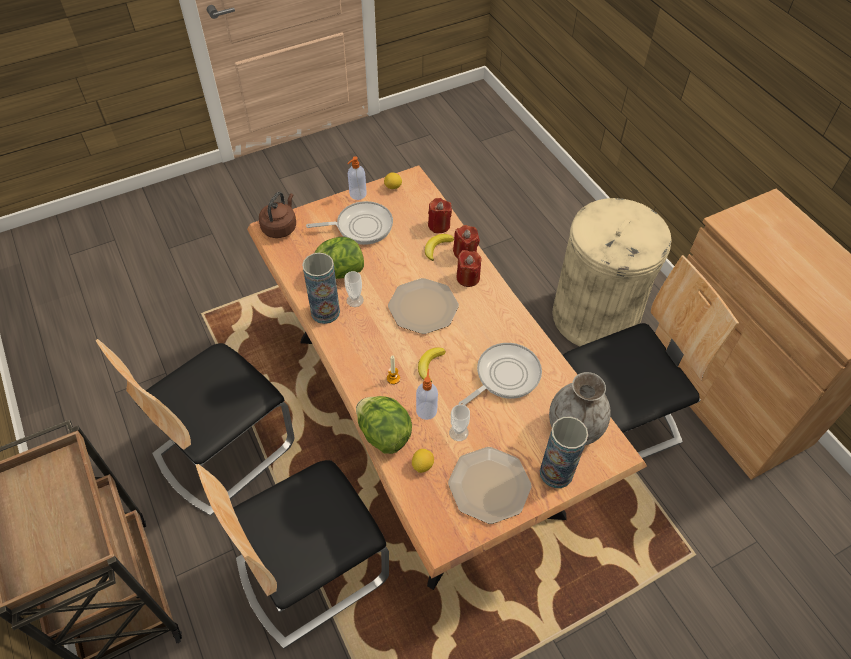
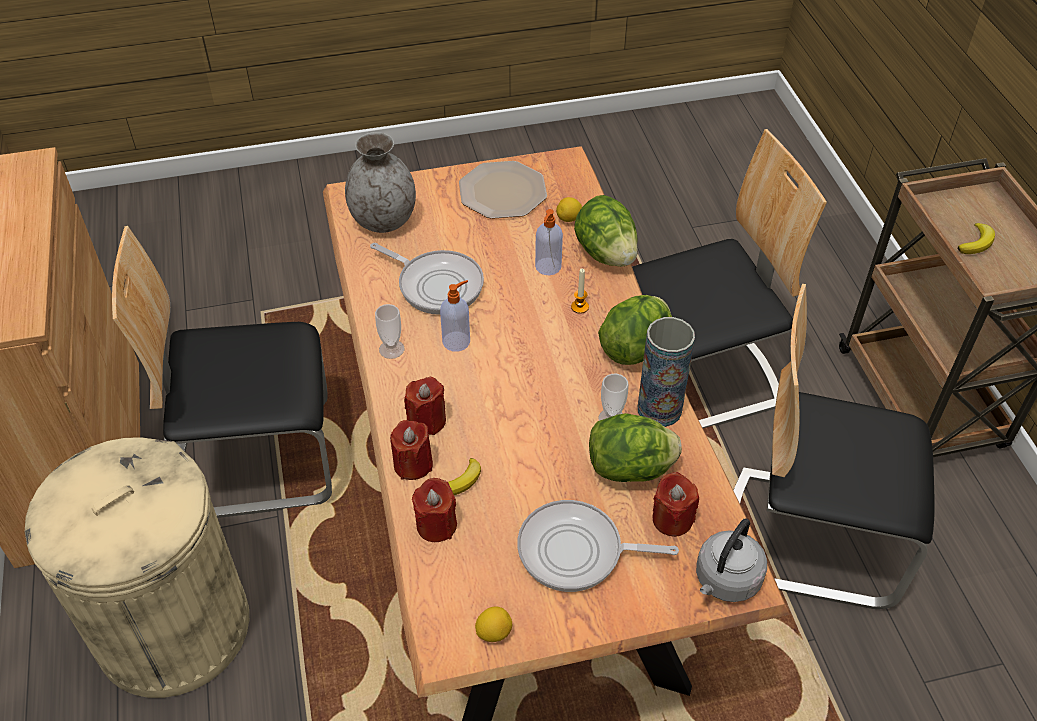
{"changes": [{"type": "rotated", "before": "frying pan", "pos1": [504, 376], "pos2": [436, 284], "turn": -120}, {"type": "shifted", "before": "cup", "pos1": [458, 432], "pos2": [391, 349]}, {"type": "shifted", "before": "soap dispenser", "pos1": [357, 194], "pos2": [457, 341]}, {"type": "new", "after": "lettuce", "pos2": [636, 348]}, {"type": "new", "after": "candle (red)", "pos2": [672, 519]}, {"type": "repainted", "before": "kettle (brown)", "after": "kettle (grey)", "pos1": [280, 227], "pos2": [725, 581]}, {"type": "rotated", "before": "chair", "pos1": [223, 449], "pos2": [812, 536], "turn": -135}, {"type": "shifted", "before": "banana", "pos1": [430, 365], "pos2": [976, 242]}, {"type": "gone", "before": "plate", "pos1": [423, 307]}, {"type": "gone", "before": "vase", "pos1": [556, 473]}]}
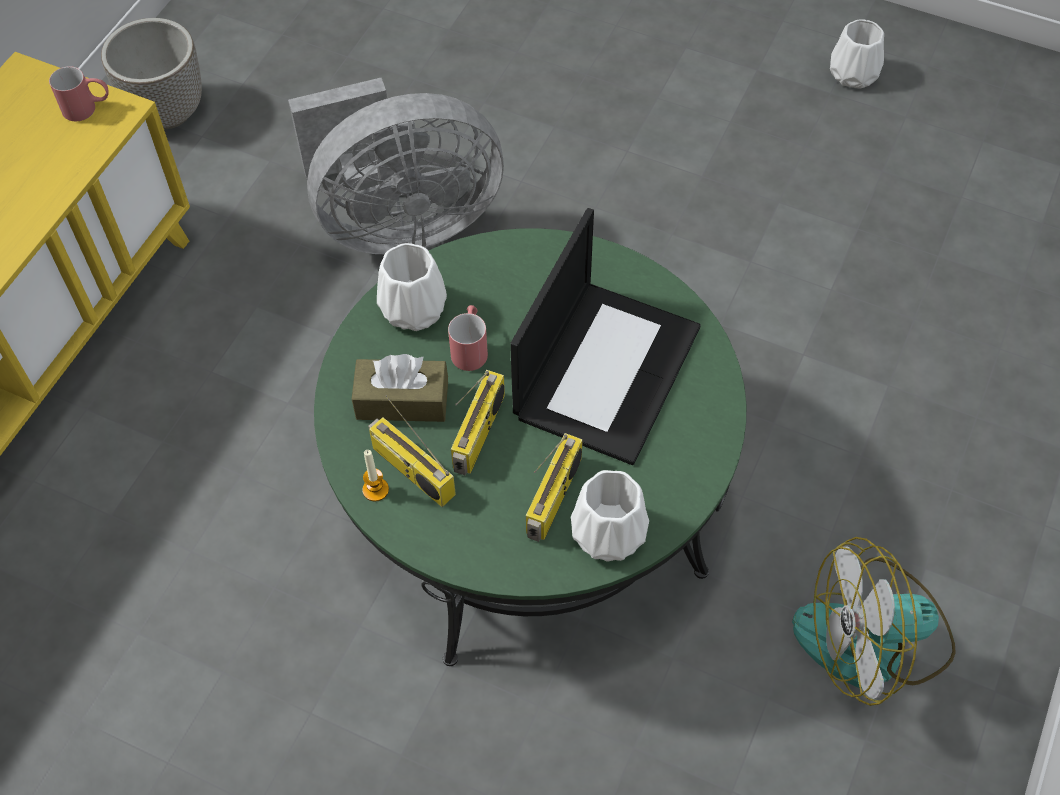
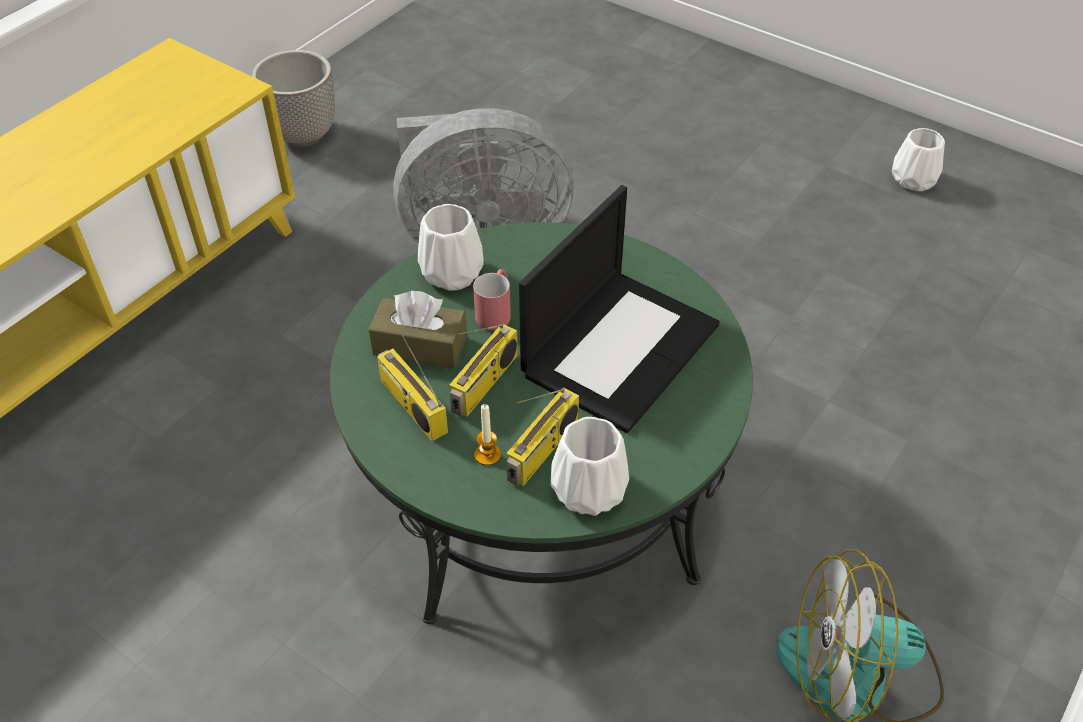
{"changes": [{"type": "shifted", "before": "candle", "pos1": [375, 490], "pos2": [487, 455]}, {"type": "gone", "before": "mug (red)", "pos1": [88, 108]}]}
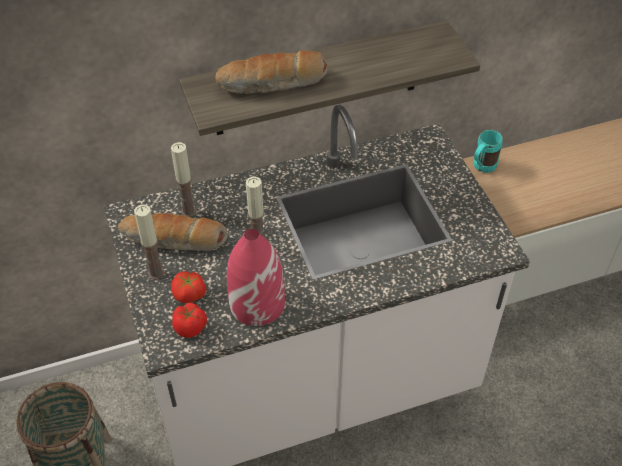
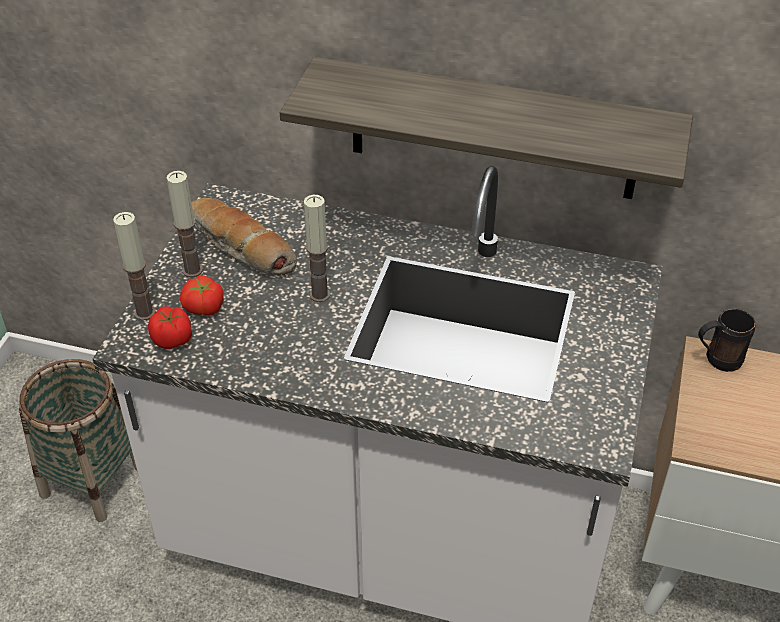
{"changes": [{"type": "shifted", "before": "candle", "pos1": [188, 211], "pos2": [144, 312]}, {"type": "repainted", "before": "mug (turquoise)", "after": "mug (black)", "pos1": [481, 168], "pos2": [716, 360]}, {"type": "gone", "before": "bread", "pos1": [272, 84]}, {"type": "gone", "before": "vase (red)", "pos1": [257, 303]}]}
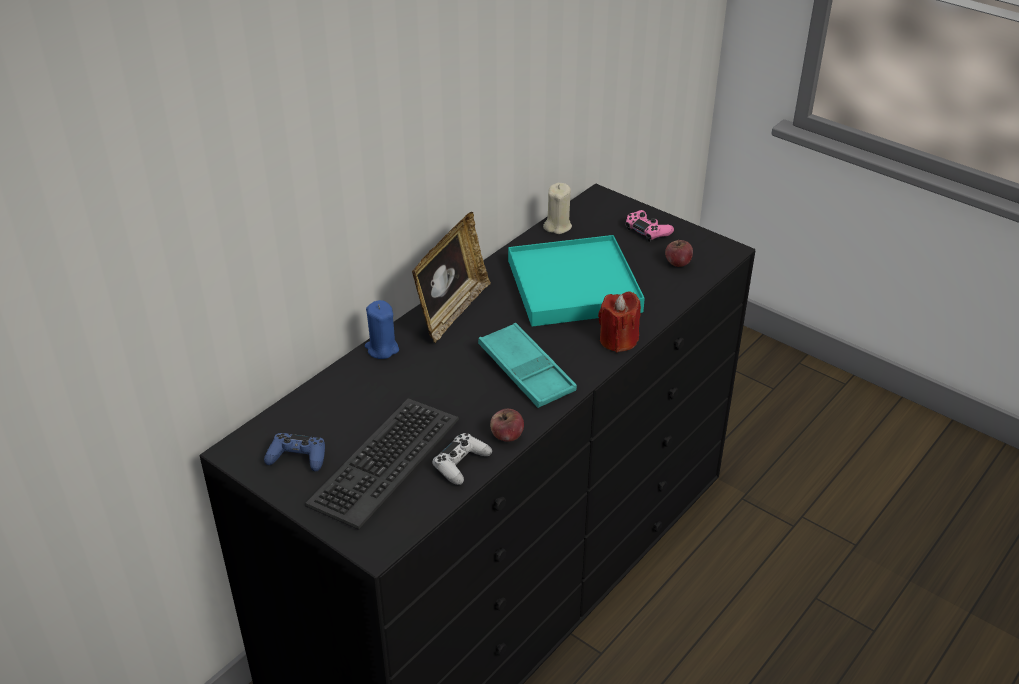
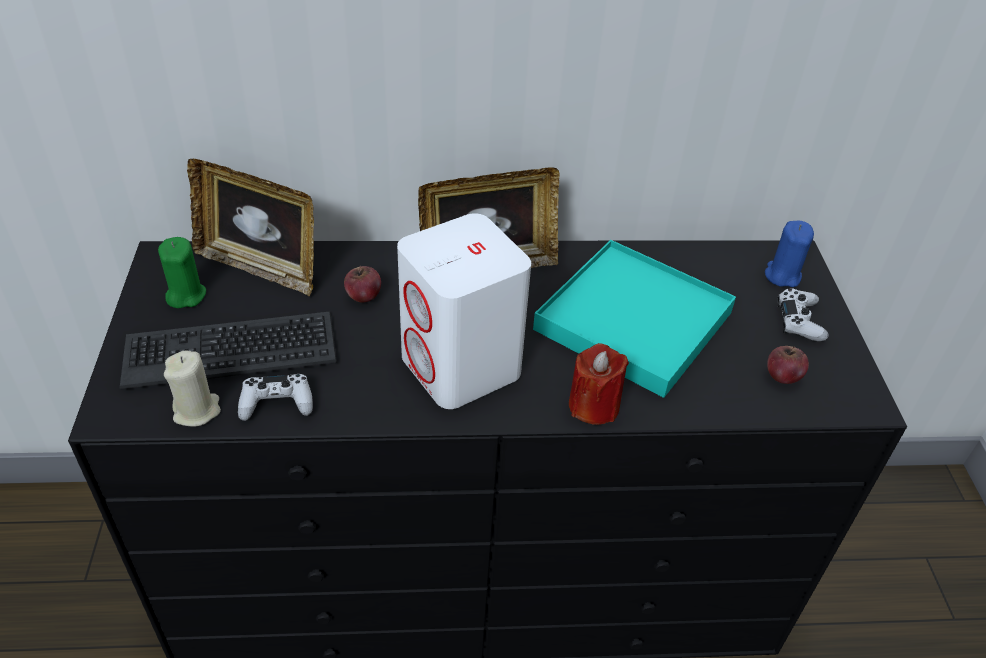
{"changes": [{"type": "swapped", "before": "game controller (blue)", "after": "candle (green)", "pos1": [297, 457], "pos2": [186, 295]}, {"type": "shifted", "before": "candle (beige)", "pos1": [557, 226], "pos2": [197, 410]}, {"type": "new", "after": "picture frame", "pos2": [260, 267]}, {"type": "shifted", "before": "apple", "pos1": [506, 436], "pos2": [363, 296]}, {"type": "swapped", "before": "tray (turquoise)", "after": "speaker (white)", "pos1": [526, 371], "pos2": [461, 367]}, {"type": "shifted", "before": "candle (blue)", "pos1": [382, 349], "pos2": [782, 275]}, {"type": "repainted", "before": "game controller (pink)", "after": "game controller (white)", "pos1": [647, 230], "pos2": [799, 321]}]}
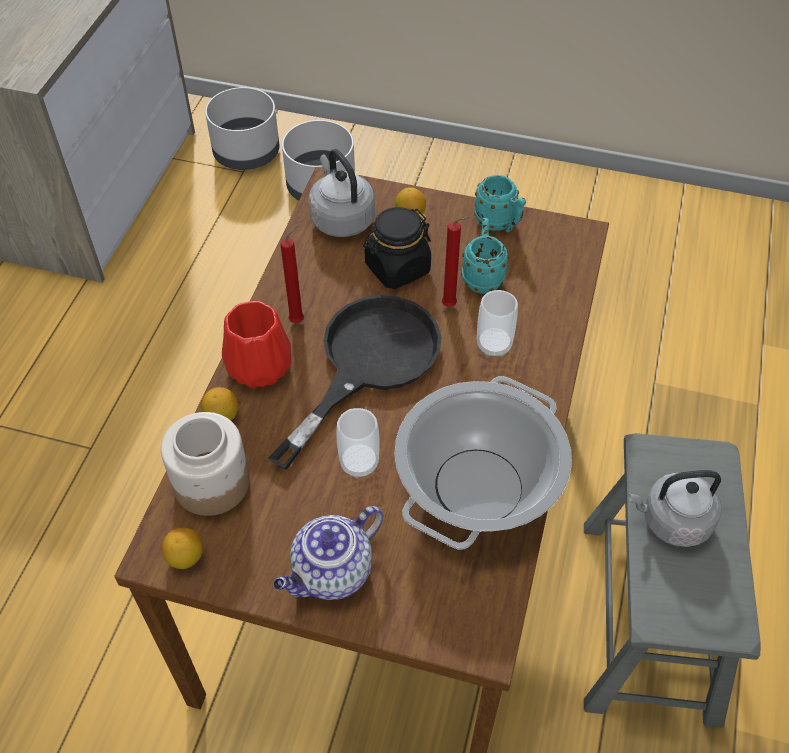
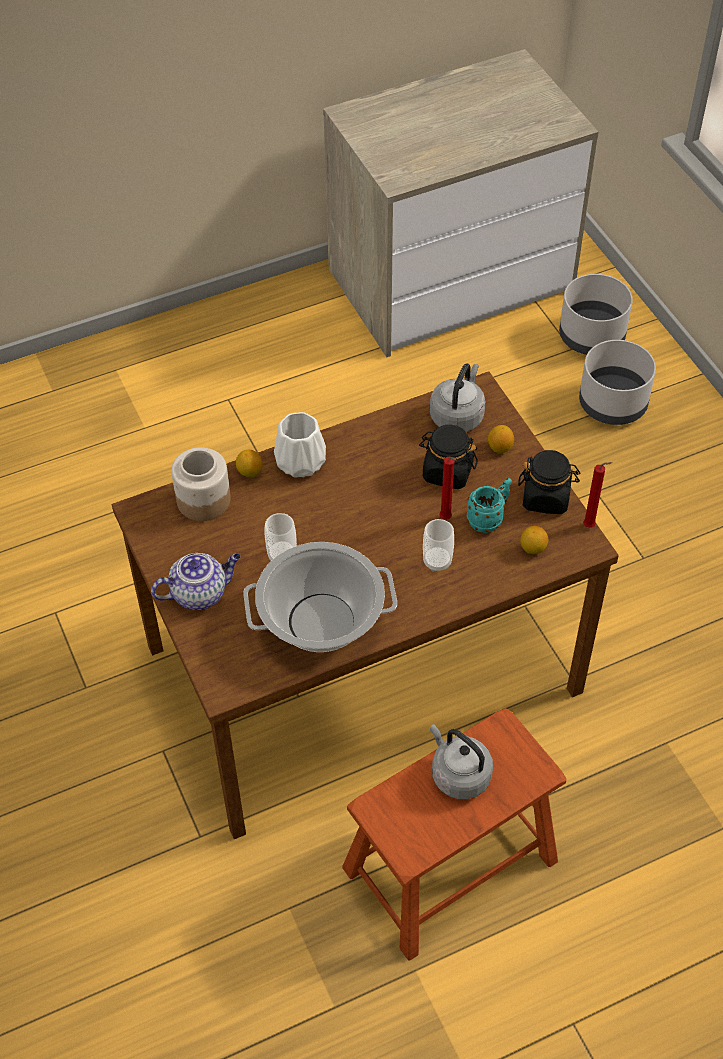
{"changes": [{"type": "rotated", "before": "teapot", "pos1": [332, 573], "pos2": [200, 593], "turn": 150}, {"type": "repainted", "before": "vase (red)", "after": "vase (white)", "pos1": [257, 367], "pos2": [299, 461]}, {"type": "repainted", "before": "stool (grey)", "after": "stool (brown)", "pos1": [649, 618], "pos2": [450, 864]}, {"type": "swapped", "before": "mug (turquoise)", "after": "jar (black)", "pos1": [499, 224], "pos2": [546, 497]}, {"type": "shifted", "before": "lemon", "pos1": [186, 558], "pos2": [533, 548]}, {"type": "shifted", "before": "candle (red)", "pos1": [299, 320], "pos2": [591, 526]}, {"type": "gone", "before": "frying pan (black)", "pos1": [368, 363]}]}
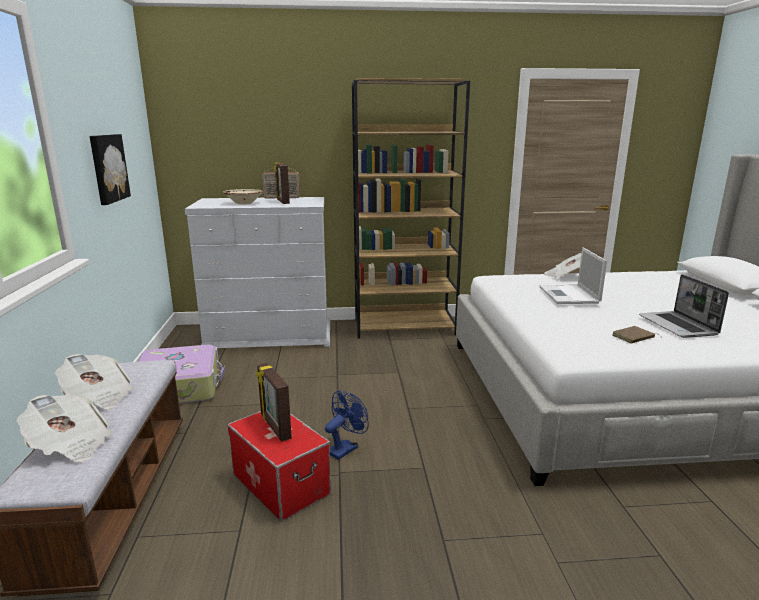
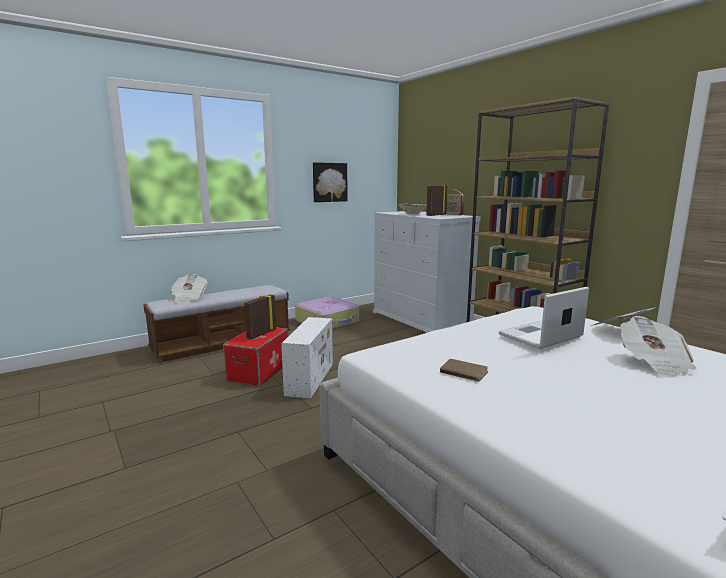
{"changes": [{"type": "swapped", "before": "fan (blue)", "after": "storage box (white)", "pos1": [345, 448], "pos2": [310, 378]}, {"type": "shifted", "before": "newspaper", "pos1": [98, 396], "pos2": [653, 363]}, {"type": "gone", "before": "laptop", "pos1": [678, 326]}]}
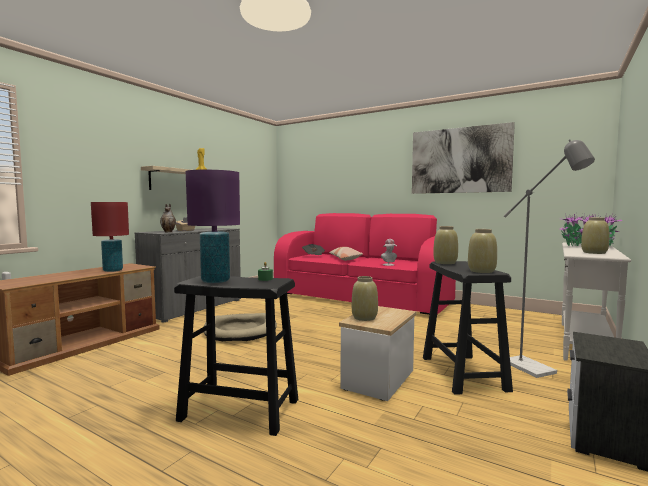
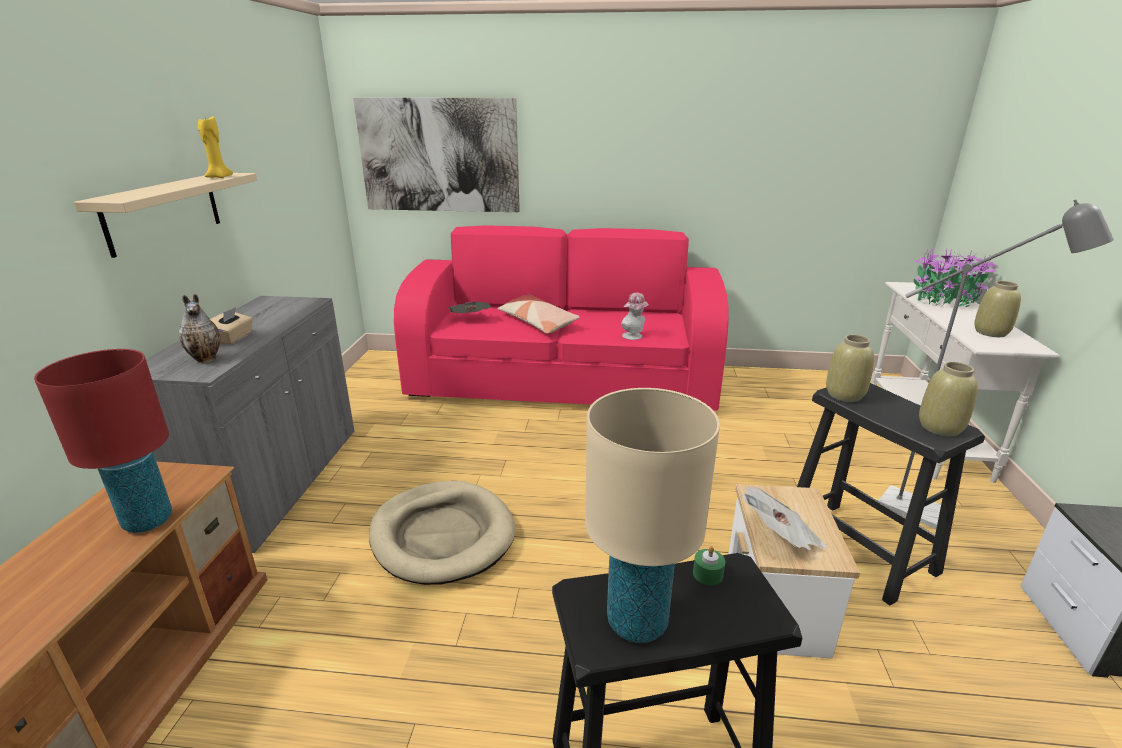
{"changes": [{"type": "shifted", "before": "picture", "pos1": [459, 160], "pos2": [439, 156]}, {"type": "repainted", "before": "table lamp (purple)", "after": "table lamp (beige)", "pos1": [215, 281], "pos2": [636, 622]}, {"type": "swapped", "before": "vase (beige)", "after": "newspaper", "pos1": [365, 318], "pos2": [780, 537]}]}
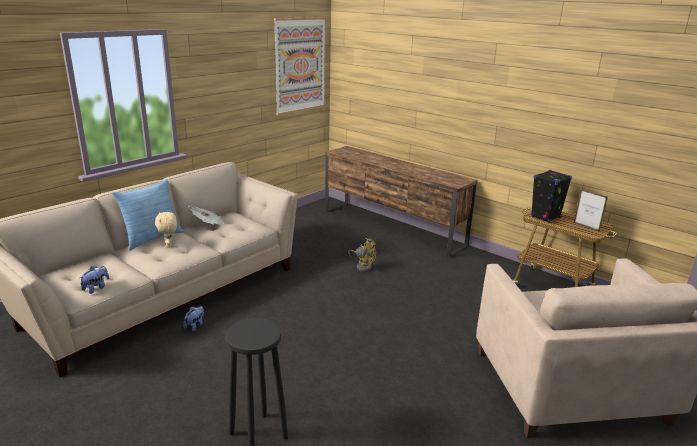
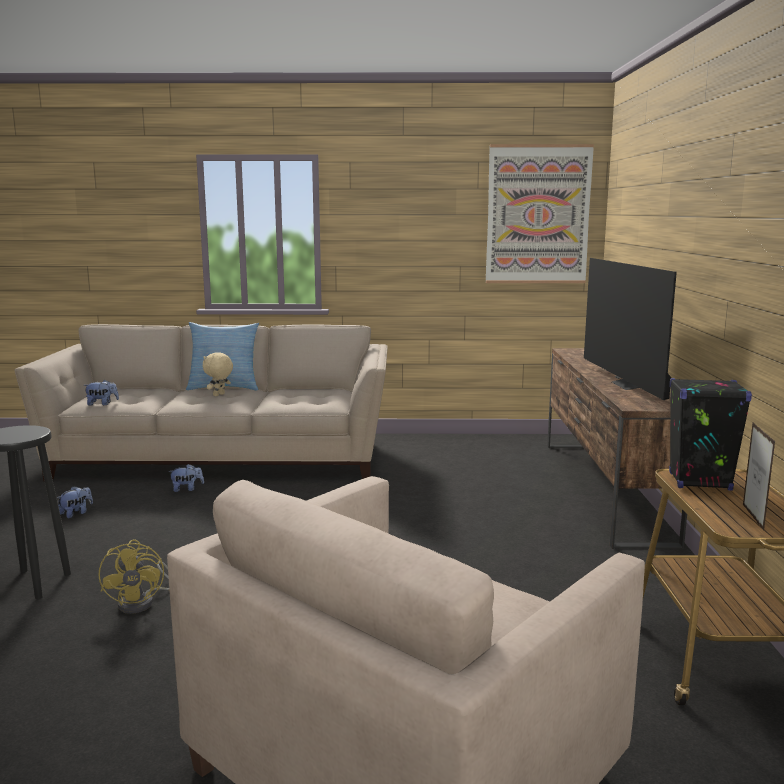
{"changes": [{"type": "new", "after": "plush toy", "pos2": [76, 513]}, {"type": "shifted", "before": "fan (yellow)", "pos1": [363, 266], "pos2": [142, 602]}, {"type": "new", "after": "television", "pos2": [630, 385]}, {"type": "gone", "before": "newspaper", "pos1": [208, 224]}]}
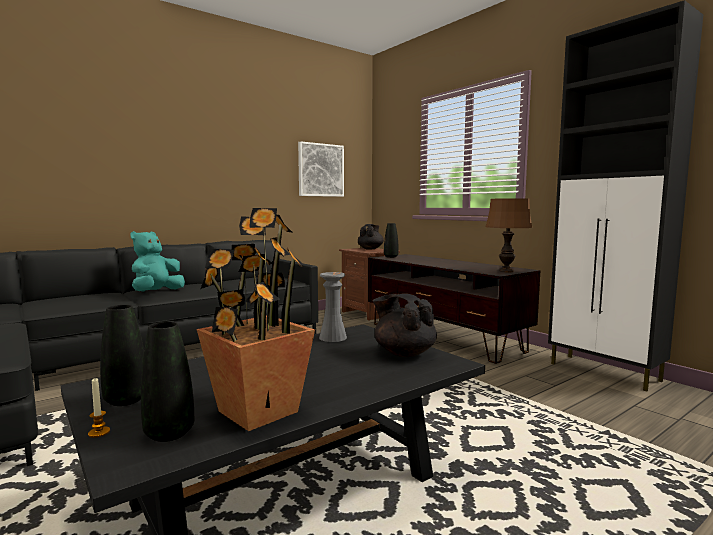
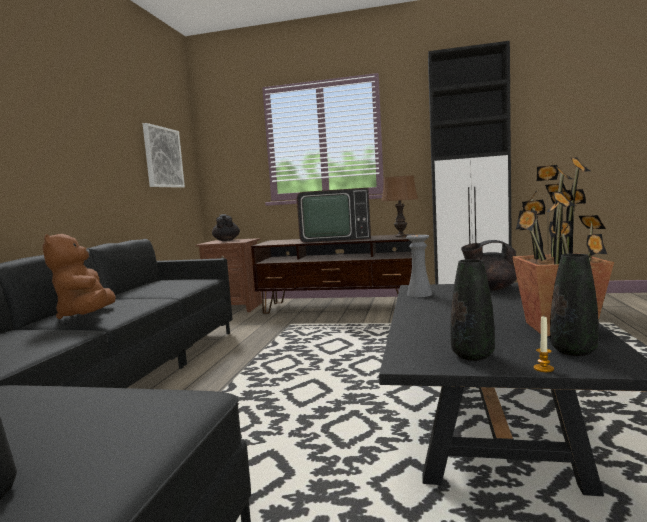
{"changes": [{"type": "repainted", "before": "plush toy (turquoise)", "after": "plush toy (brown)", "pos1": [156, 292], "pos2": [87, 315]}, {"type": "new", "after": "television", "pos2": [335, 239]}, {"type": "gone", "before": "vase (black)", "pos1": [391, 257]}]}
